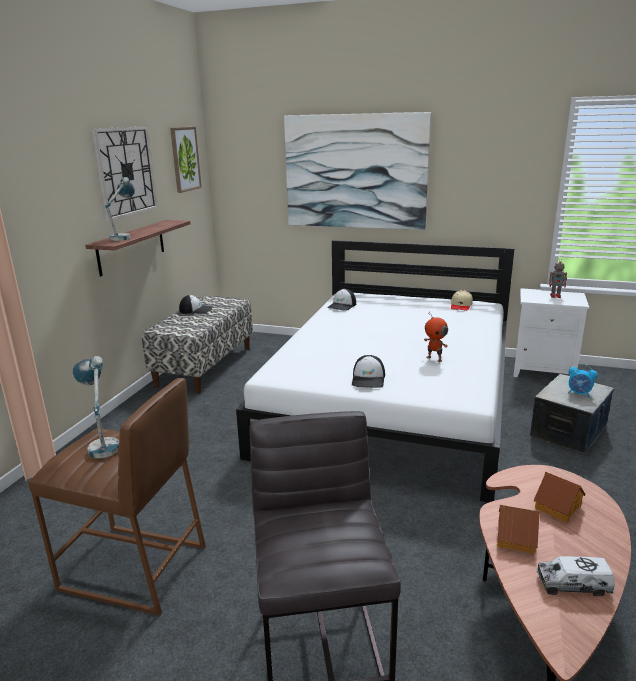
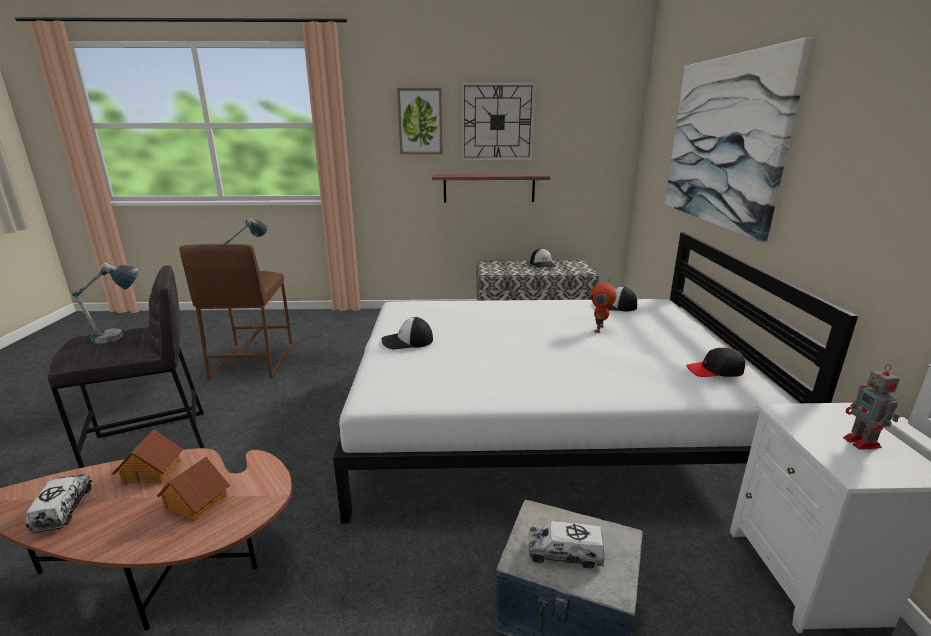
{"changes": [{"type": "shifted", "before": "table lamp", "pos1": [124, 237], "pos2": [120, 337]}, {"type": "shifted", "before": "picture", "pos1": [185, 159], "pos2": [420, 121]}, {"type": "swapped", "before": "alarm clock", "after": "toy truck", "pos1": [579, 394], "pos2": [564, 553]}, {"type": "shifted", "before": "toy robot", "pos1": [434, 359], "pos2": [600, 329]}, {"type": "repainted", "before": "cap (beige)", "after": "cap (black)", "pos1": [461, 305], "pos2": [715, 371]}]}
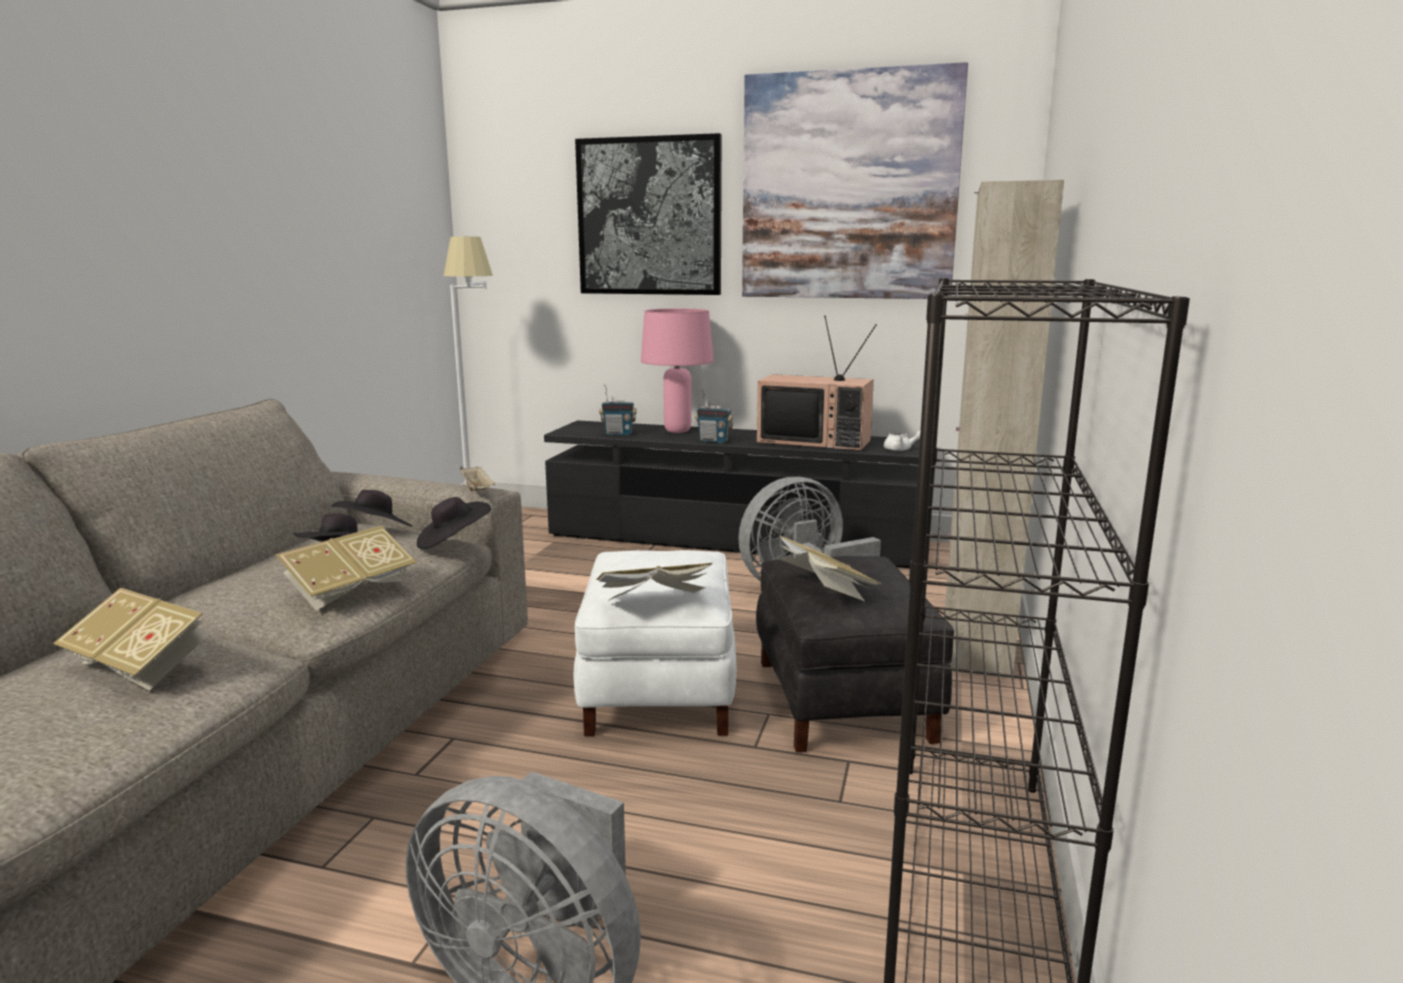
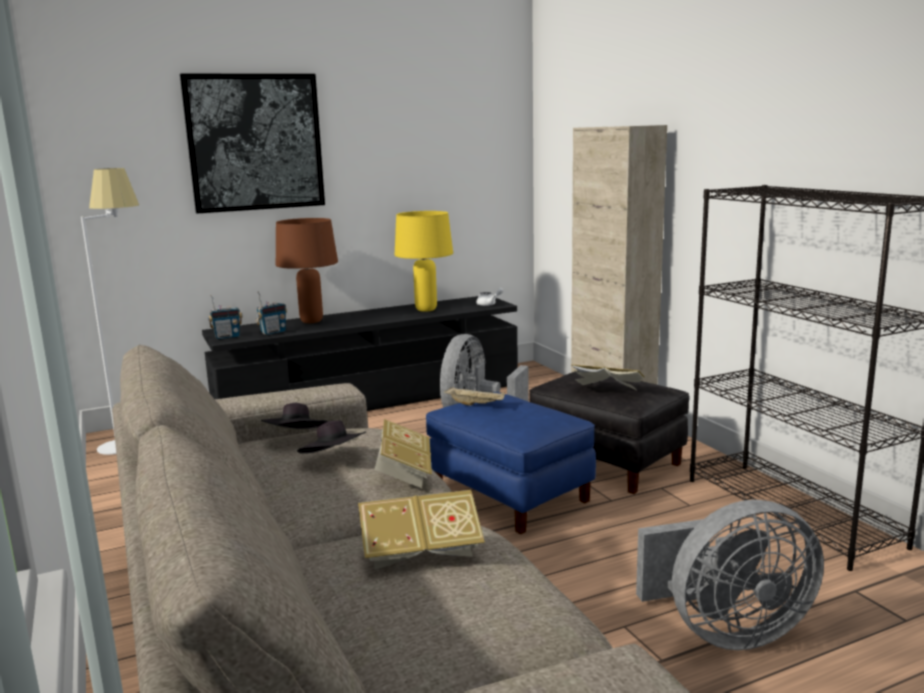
{"changes": [{"type": "shifted", "before": "radio", "pos1": [714, 441], "pos2": [227, 337]}, {"type": "repainted", "before": "table lamp (pink)", "after": "table lamp (brown)", "pos1": [678, 431], "pos2": [312, 321]}, {"type": "swapped", "before": "television", "after": "table lamp (yellow)", "pos1": [816, 441], "pos2": [426, 309]}, {"type": "repainted", "before": "ottoman (white)", "after": "ottoman (blue)", "pos1": [658, 689], "pos2": [508, 496]}, {"type": "shifted", "before": "tray (beige)", "pos1": [477, 491], "pos2": [476, 404]}, {"type": "gone", "before": "hat (black)", "pos1": [453, 542]}, {"type": "gone", "before": "book", "pos1": [654, 604]}, {"type": "gone", "before": "picture", "pos1": [848, 187]}]}
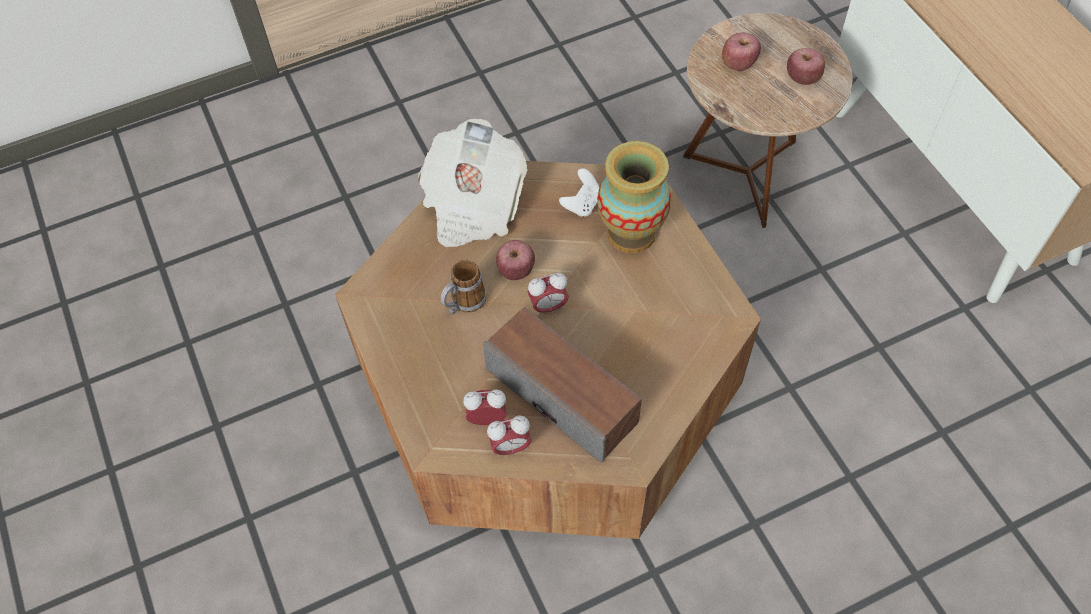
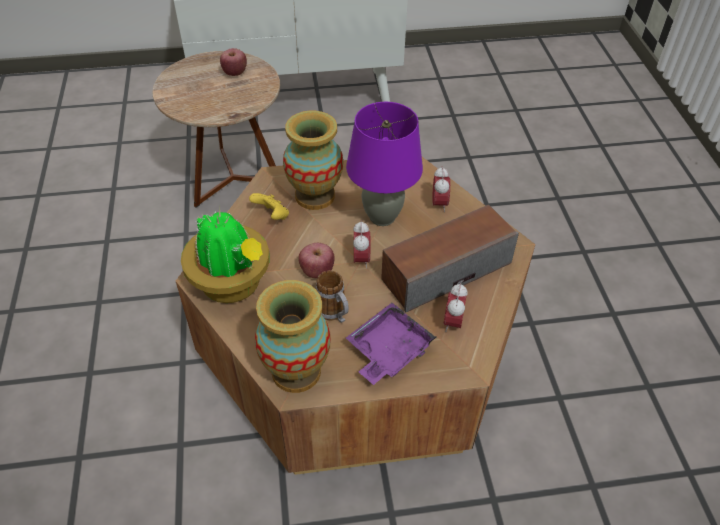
{"changes": [{"type": "swapped", "before": "newspaper", "after": "potted plant", "pos1": [472, 204], "pos2": [232, 284]}, {"type": "repainted", "before": "game controller (white)", "after": "game controller (yellow)", "pos1": [582, 204], "pos2": [272, 216]}, {"type": "new", "after": "vase", "pos2": [296, 371]}, {"type": "new", "after": "table lamp (purple)", "pos2": [382, 217]}, {"type": "new", "after": "tray (purple)", "pos2": [388, 350]}, {"type": "shifted", "before": "alarm clock", "pos1": [510, 447], "pos2": [439, 204]}, {"type": "gone", "before": "apple", "pos1": [738, 64]}]}
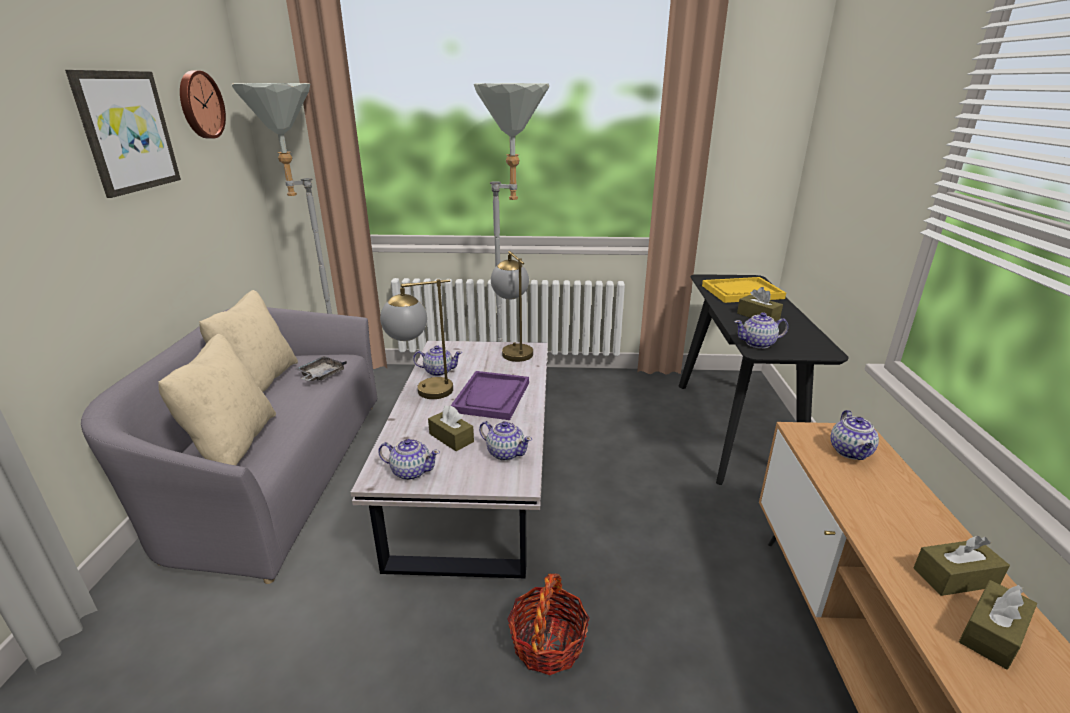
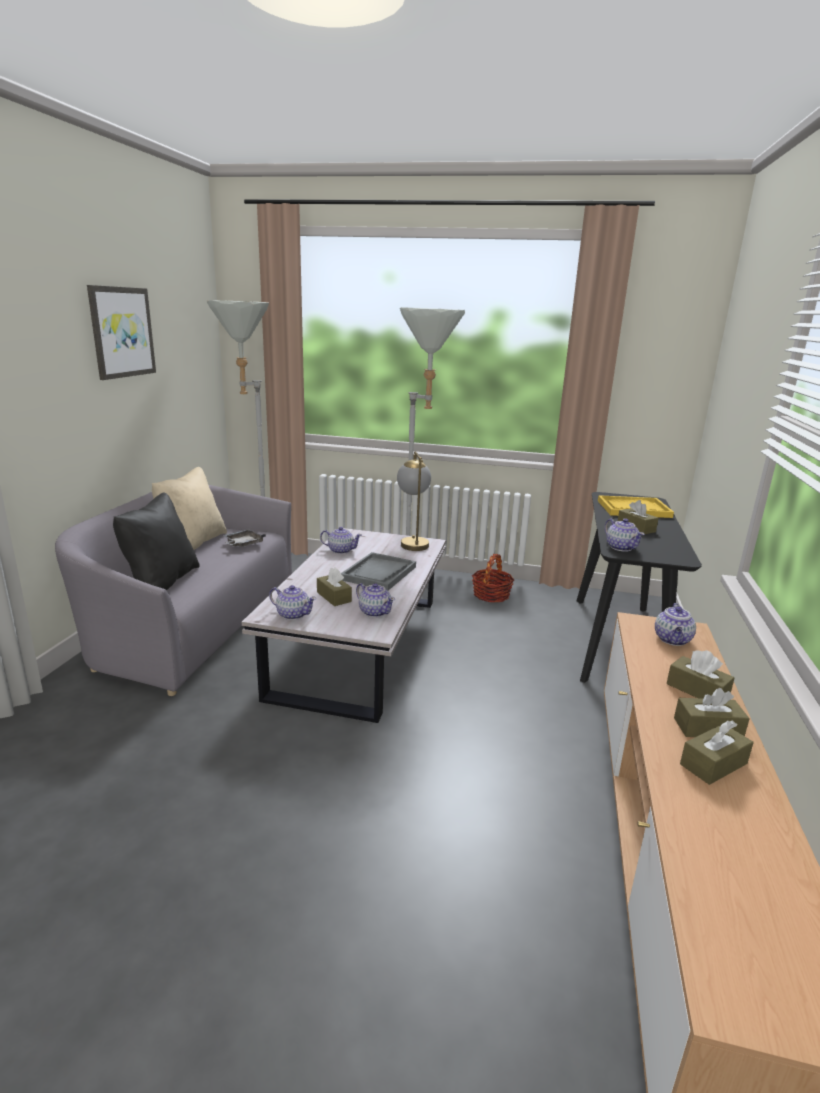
{"changes": [{"type": "repainted", "before": "pillow (beige)", "after": "pillow (black)", "pos1": [233, 444], "pos2": [161, 582]}, {"type": "repainted", "before": "tray (purple)", "after": "tray (grey)", "pos1": [491, 397], "pos2": [379, 573]}, {"type": "shifted", "before": "basket", "pos1": [548, 643], "pos2": [491, 595]}, {"type": "rotated", "before": "teapot", "pos1": [758, 344], "pos2": [621, 547], "turn": -120}, {"type": "new", "after": "tissue box (brown)", "pos2": [697, 690]}, {"type": "gone", "before": "wall clock", "pos1": [200, 105]}, {"type": "gone", "before": "table lamp", "pos1": [422, 393]}]}
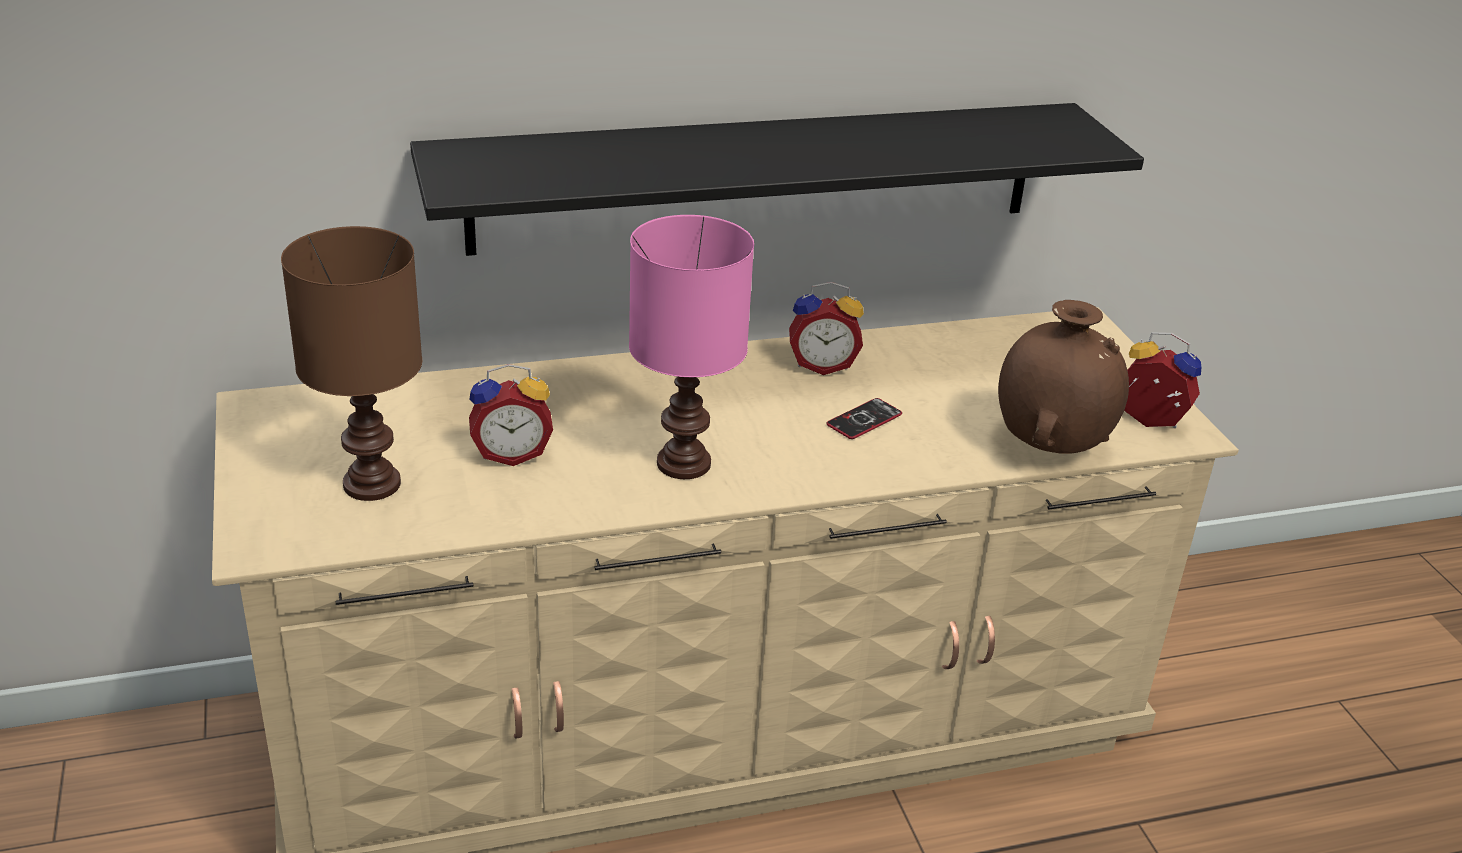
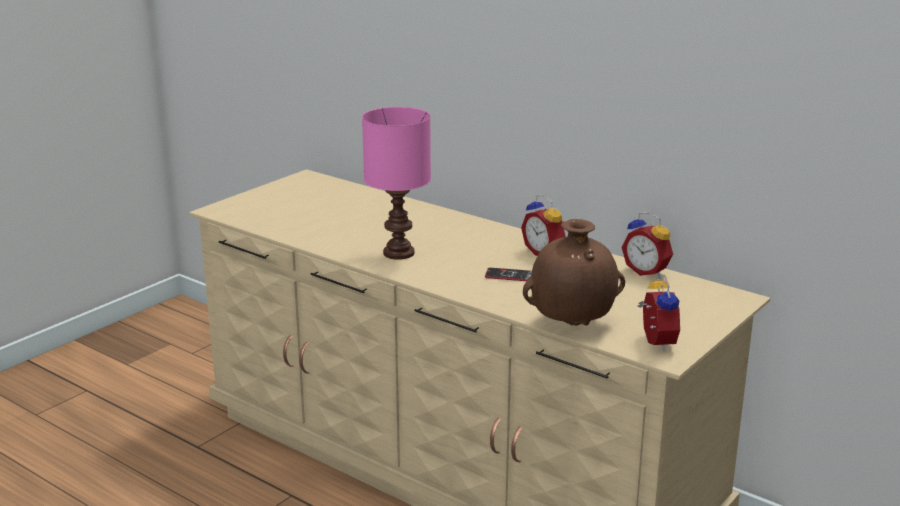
{"changes": [{"type": "shifted", "before": "alarm clock", "pos1": [511, 453], "pos2": [647, 271]}, {"type": "gone", "before": "table lamp (brown)", "pos1": [371, 483]}, {"type": "gone", "before": "shelf (black)", "pos1": [758, 177]}]}
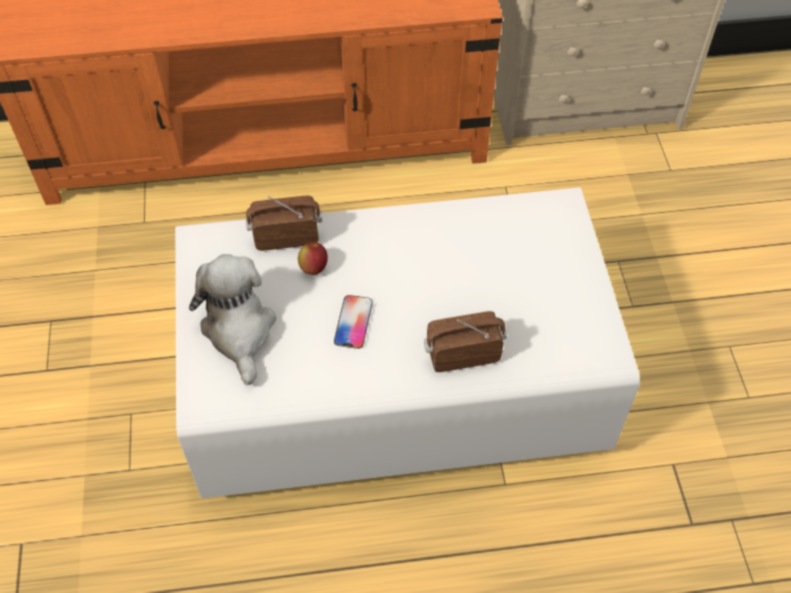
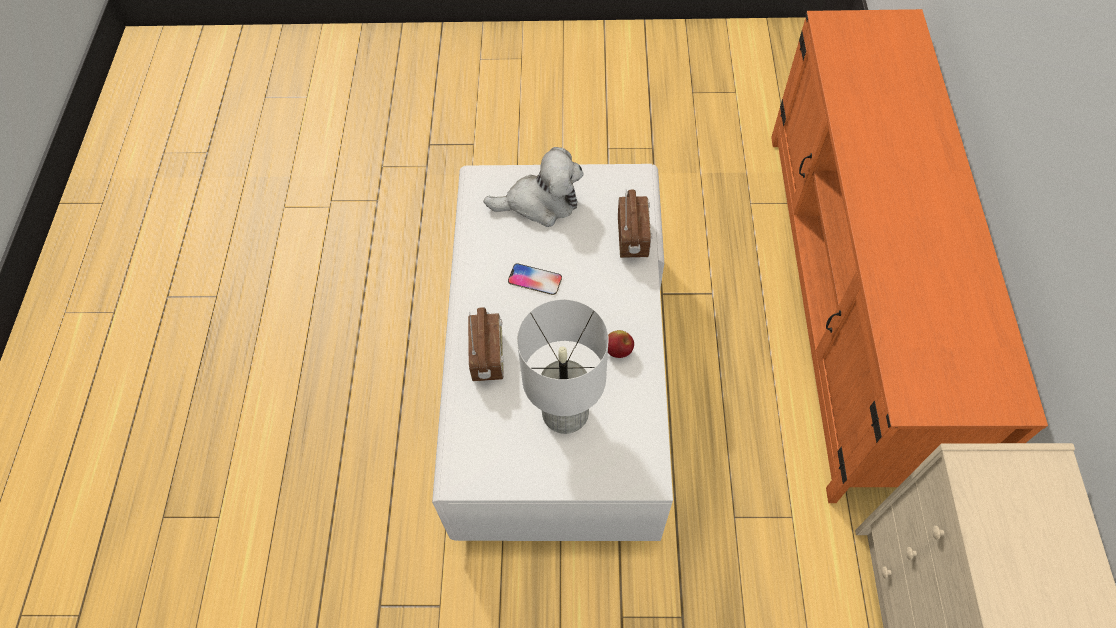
{"changes": [{"type": "new", "after": "table lamp (white)", "pos2": [565, 413]}, {"type": "shifted", "before": "apple", "pos1": [313, 267], "pos2": [618, 350]}]}
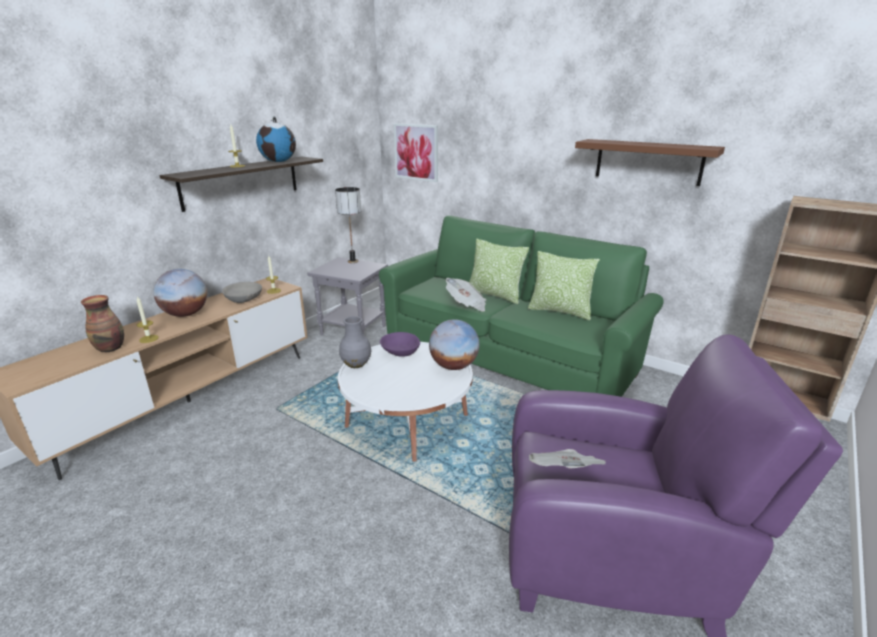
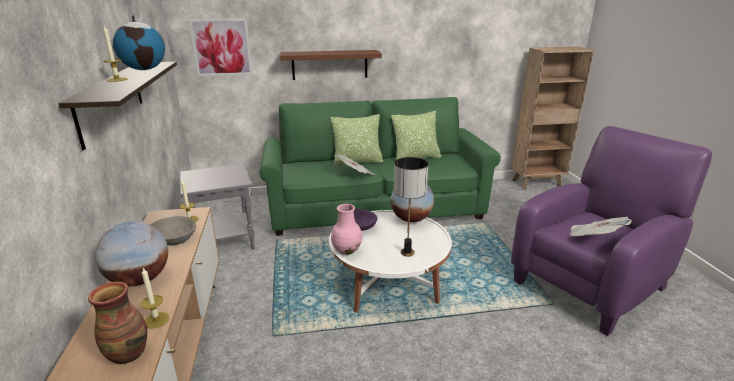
{"changes": [{"type": "shifted", "before": "shelf (brown)", "pos1": [648, 162], "pos2": [329, 64]}, {"type": "repainted", "before": "vase (grey)", "after": "vase (pink)", "pos1": [355, 364], "pos2": [346, 250]}, {"type": "shifted", "before": "table lamp", "pos1": [352, 261], "pos2": [407, 252]}]}
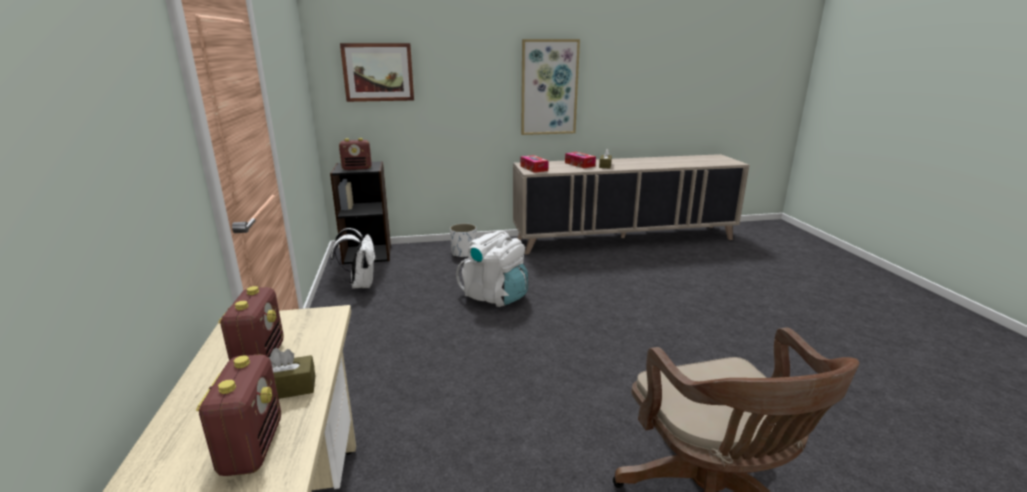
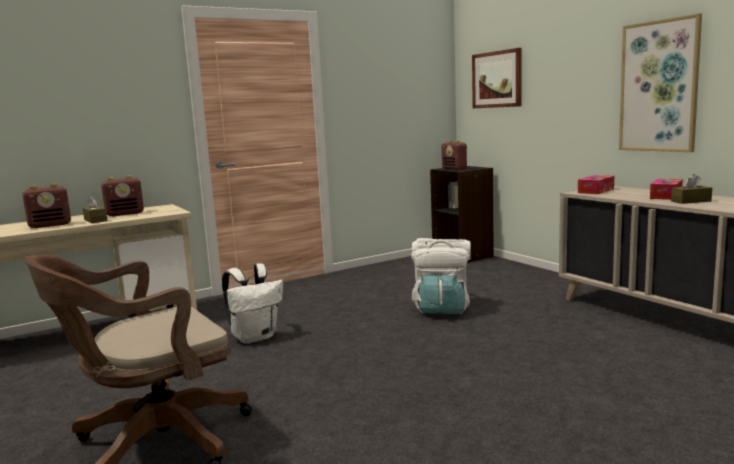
{"changes": [{"type": "shifted", "before": "backpack (white)", "pos1": [360, 284], "pos2": [255, 337]}, {"type": "gone", "before": "planter (white)", "pos1": [464, 253]}]}
